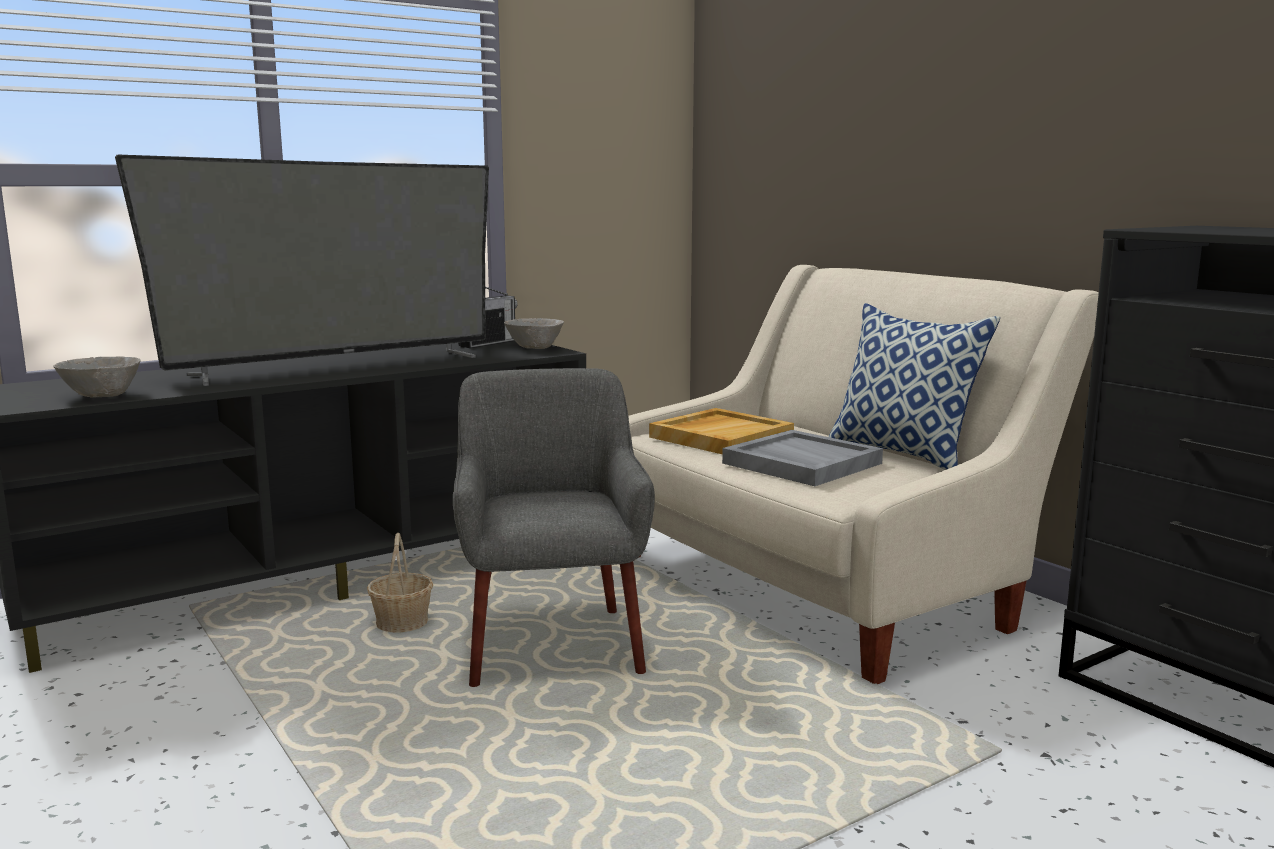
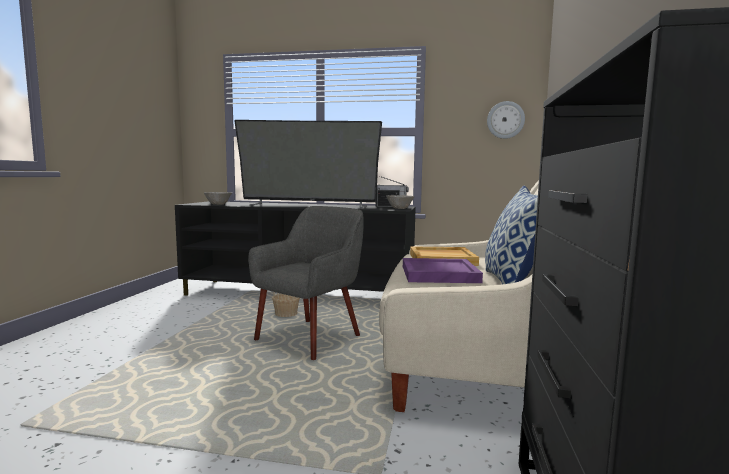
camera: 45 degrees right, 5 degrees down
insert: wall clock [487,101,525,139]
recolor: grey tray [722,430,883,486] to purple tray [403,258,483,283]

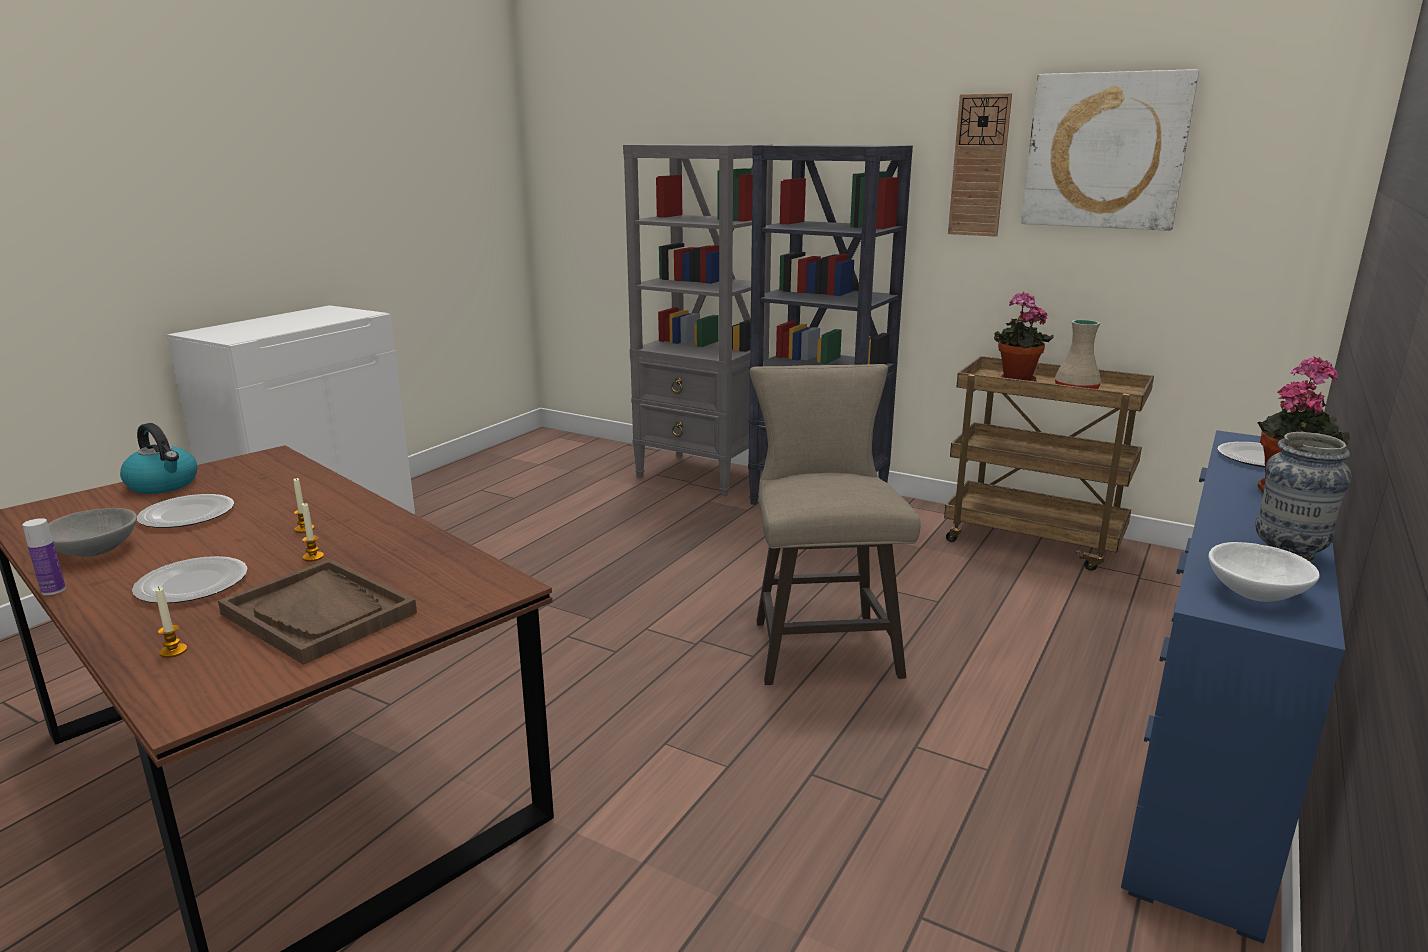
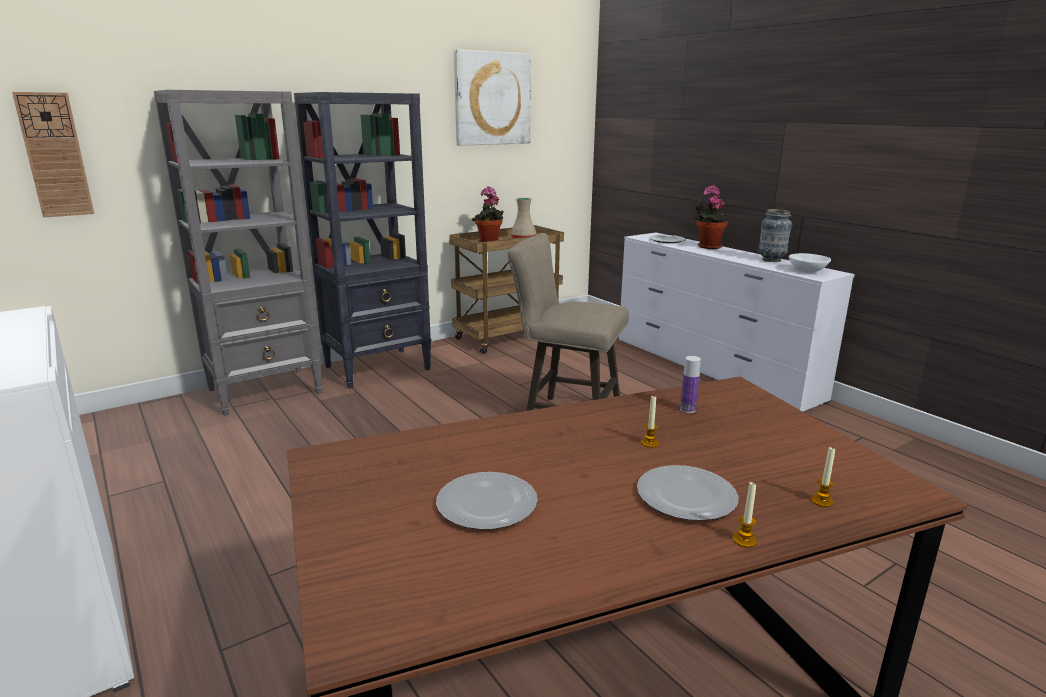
camera: 65 degrees left, 0 degrees up
delete: grey bowl [48,508,137,557]; kettle [120,423,197,494]; brown tray [218,559,417,665]
move: wall clock [948,93,1012,237] to [12,92,94,218]; bottle [22,518,66,595] to [680,356,701,413]; candle [293,478,315,533] to [733,482,757,548]
recolor: blue dresser [1121,430,1345,944] to white dresser [619,232,855,413]

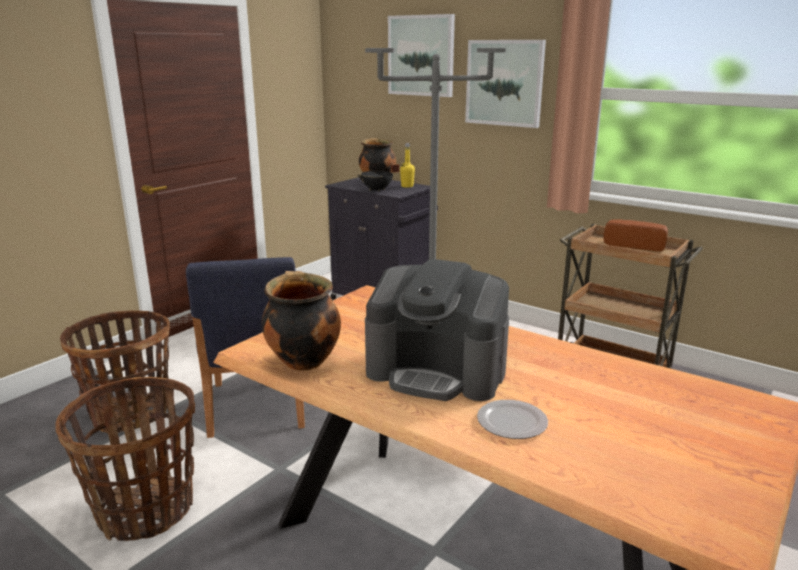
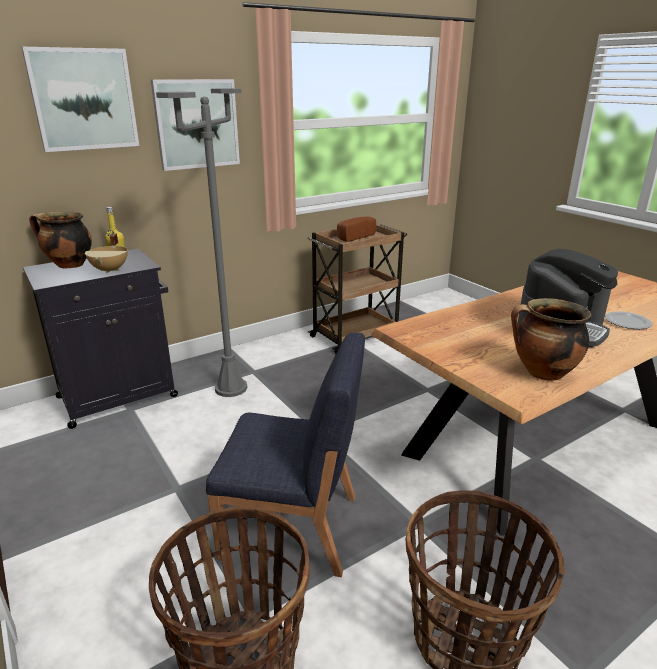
camera: 70 degrees left, 5 degrees up
recolor: black cooking pot [357,164,399,192] to beige cooking pot [85,234,128,274]

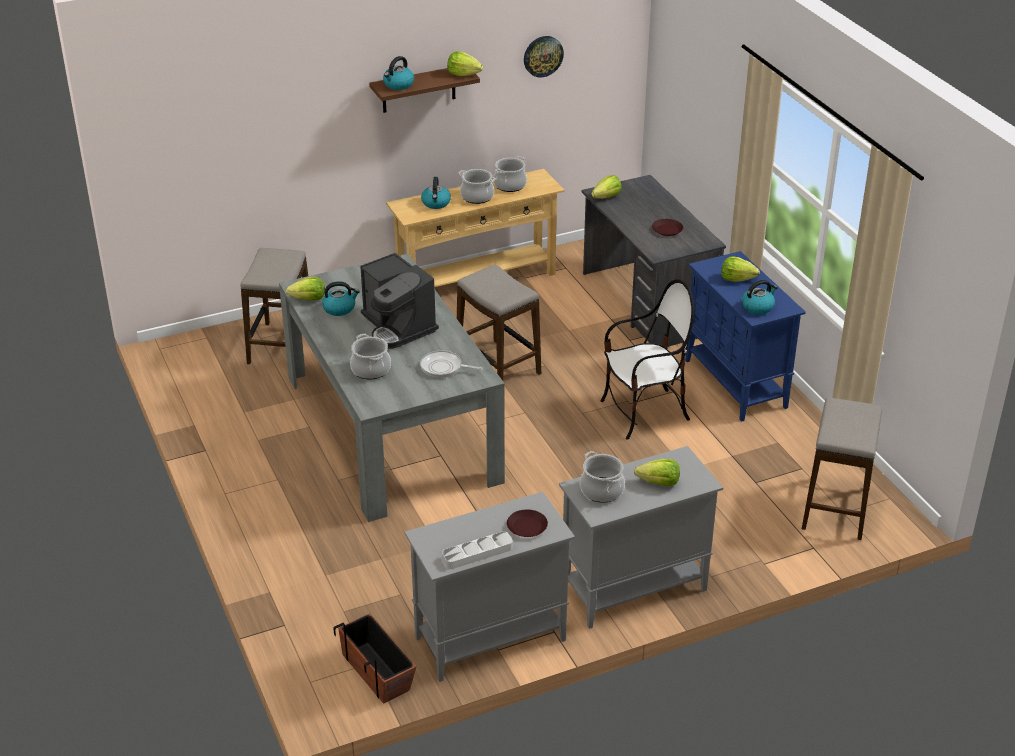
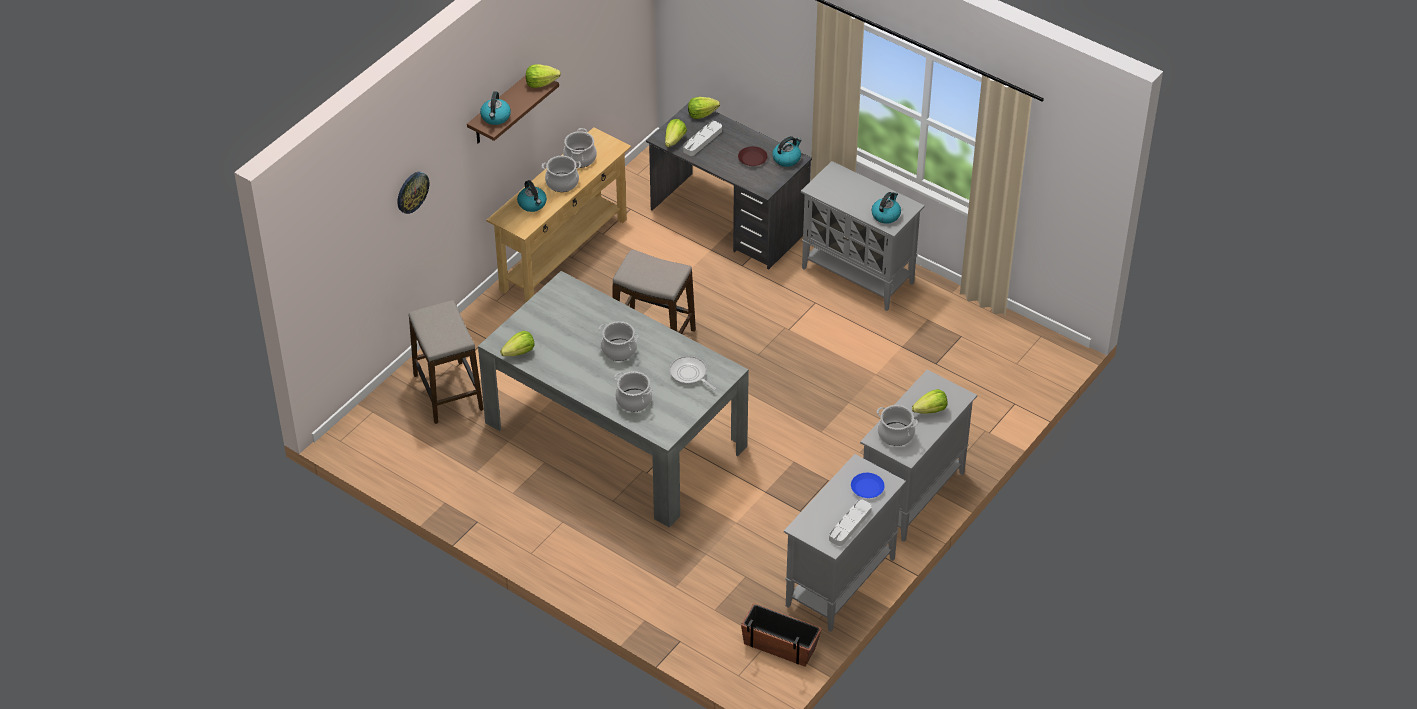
camera: 30 degrees left, 10 degrees up
delete: chair [601,279,694,440]; stool [802,397,882,540]
insert: grey tray [683,121,722,156]
move: wall clock [524,36,564,77] to [398,172,429,214]; lettuce [721,256,760,282] to [688,97,720,119]; kettle [322,281,360,316] to [772,136,802,167]
replace: coffee machine [360,253,439,349] to cooking pot [599,321,639,361]
recolor: blue cabinet [685,251,806,422] to grey cabinet [801,161,925,311]; brown plate [507,510,548,537] to blue plate [851,473,885,498]
rotate: frying pan [420,350,483,378] = [669,356,716,390] 60 degrees clockwise

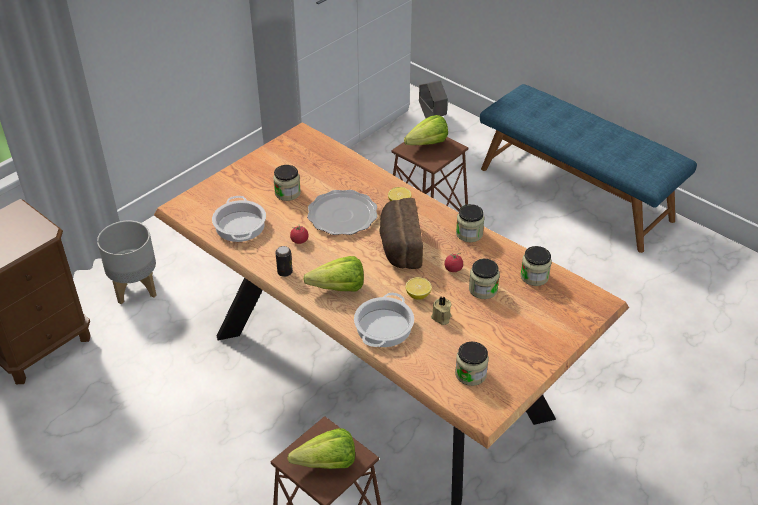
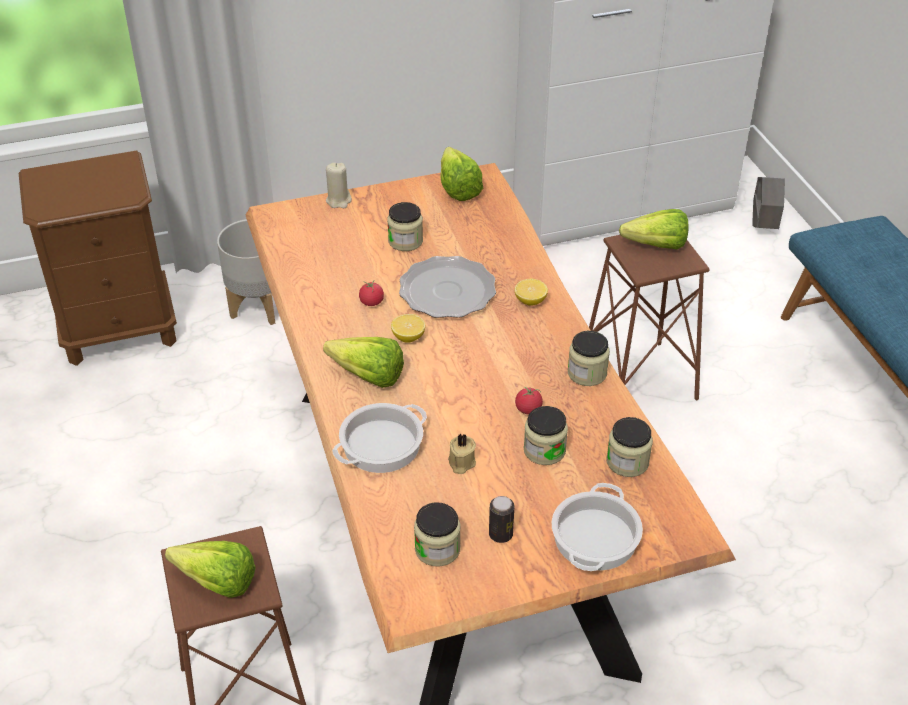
camera: 30 degrees right, 0 degrees up
delete: bread [380,198,423,269]
insert: beige candle [326,162,352,208]; lettuce [440,147,483,201]
move: lemon [405,277,432,300] to [391,314,425,343]; can [275,246,293,277] to [489,496,515,543]; cooking pot [212,196,266,242] to [552,483,643,571]

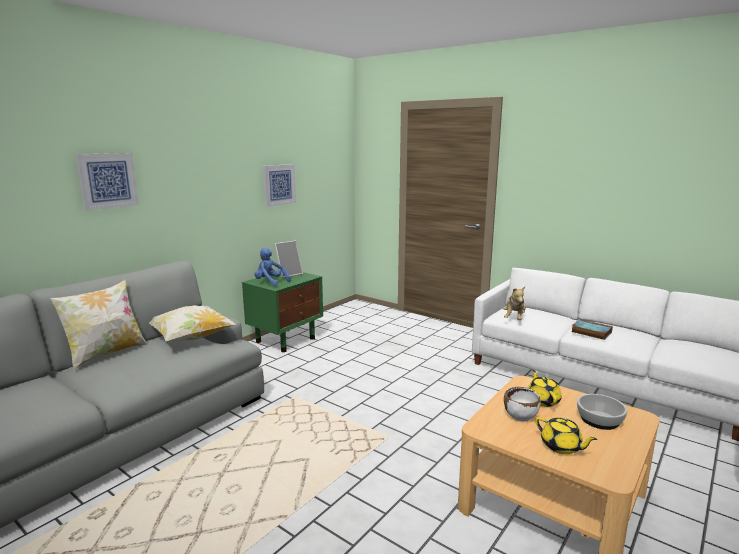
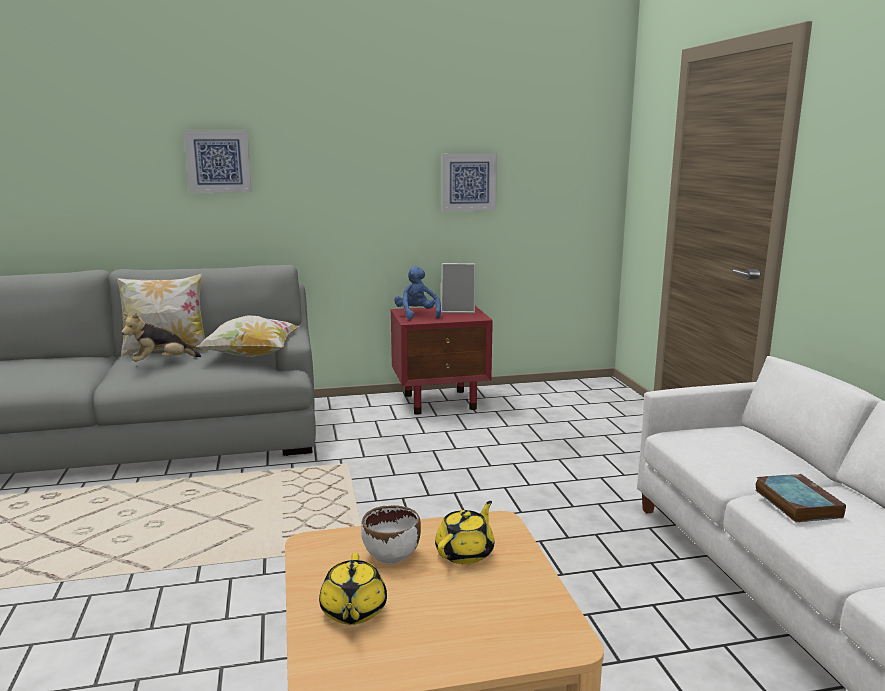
camera: 40 degrees right, 0 degrees up
delete: bowl [577,394,628,430]
move: plush toy [503,287,526,320] to [122,313,201,362]
recolor: green nightstand [242,272,323,352] to red nightstand [390,306,493,415]

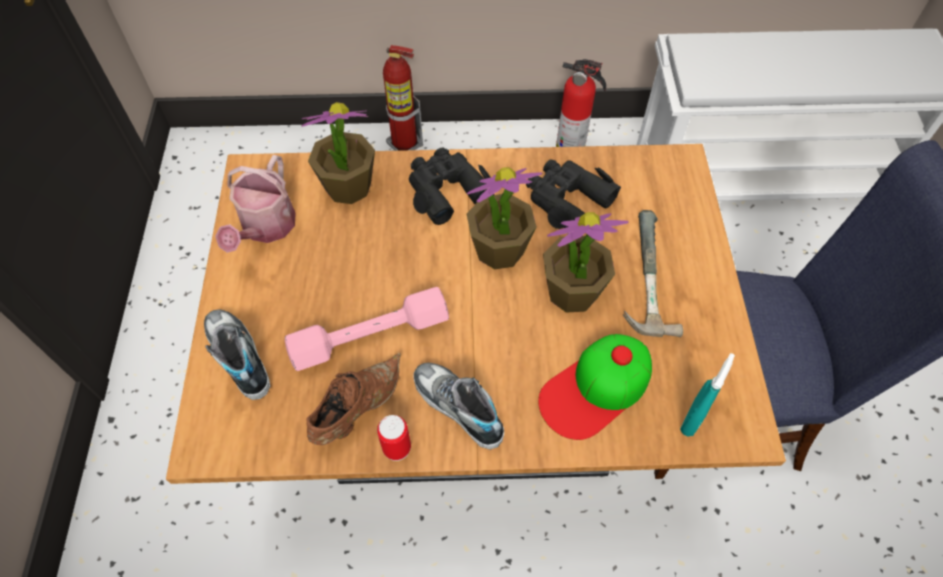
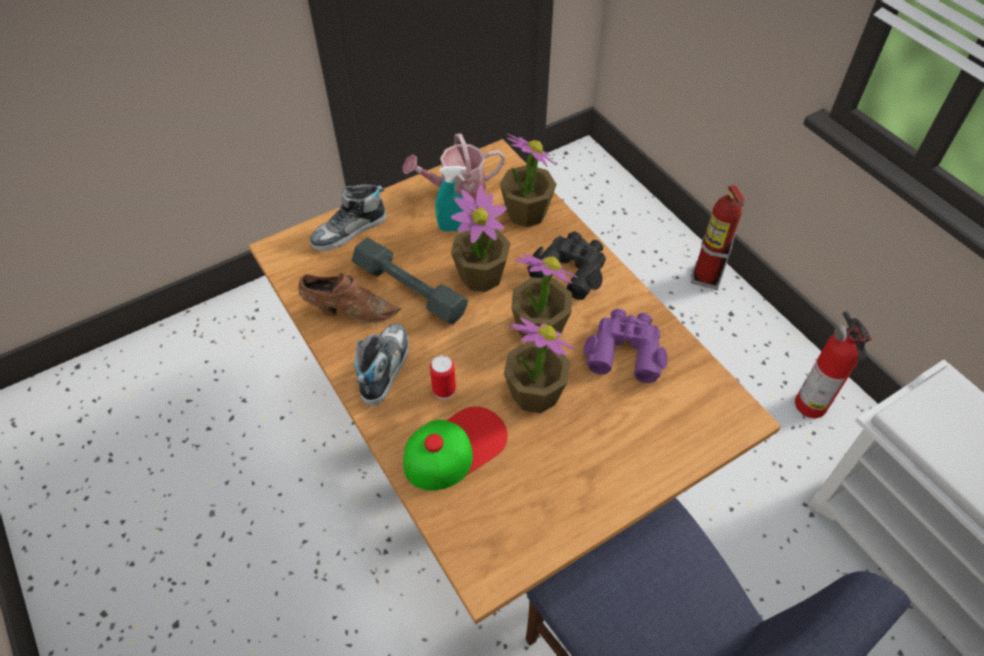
camera: 60 degrees right, 5 degrees down
delete: hammer [623,210,683,337]
insert: potted plant [451,185,511,292]
move: can [377,415,411,461] to [430,355,456,399]; turquoise spray bottle [680,353,735,437] to [435,166,466,231]
recolor: pink dumbbell [285,287,449,371] to grey dumbbell [352,238,468,325]; black binoculars [526,159,621,229] to purple binoculars [583,309,667,383]
rotate: shoe [204,310,271,400] = [310,184,386,251] 150 degrees counterclockwise; cap [538,334,652,440] = [403,407,508,491] 120 degrees clockwise

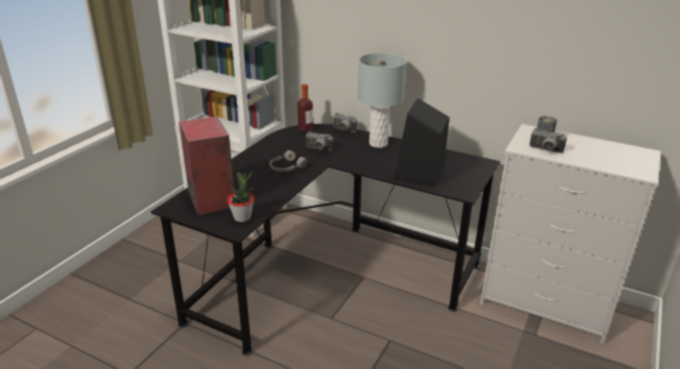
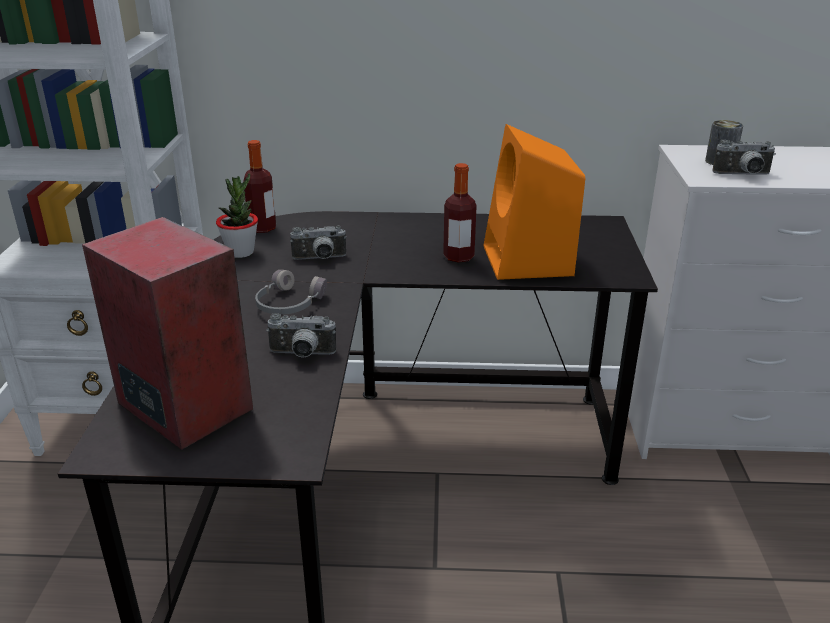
camera: 25 degrees left, 0 degrees up
delete: grey table lamp [358,53,407,148]
insert: bottle [443,163,477,263]
move: potted plant [227,172,254,222] to [216,173,258,258]; photo camera [333,113,358,132] to [266,313,336,358]
recolor: black speaker [394,98,449,186] to orange speaker [484,124,585,280]

